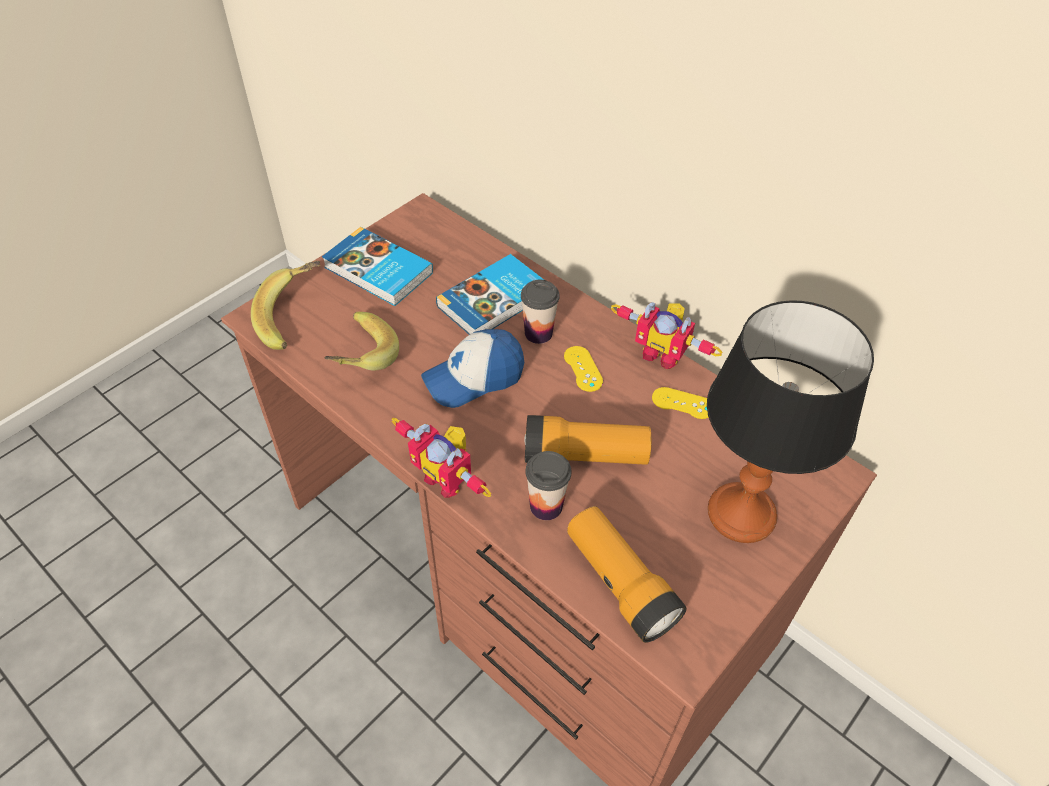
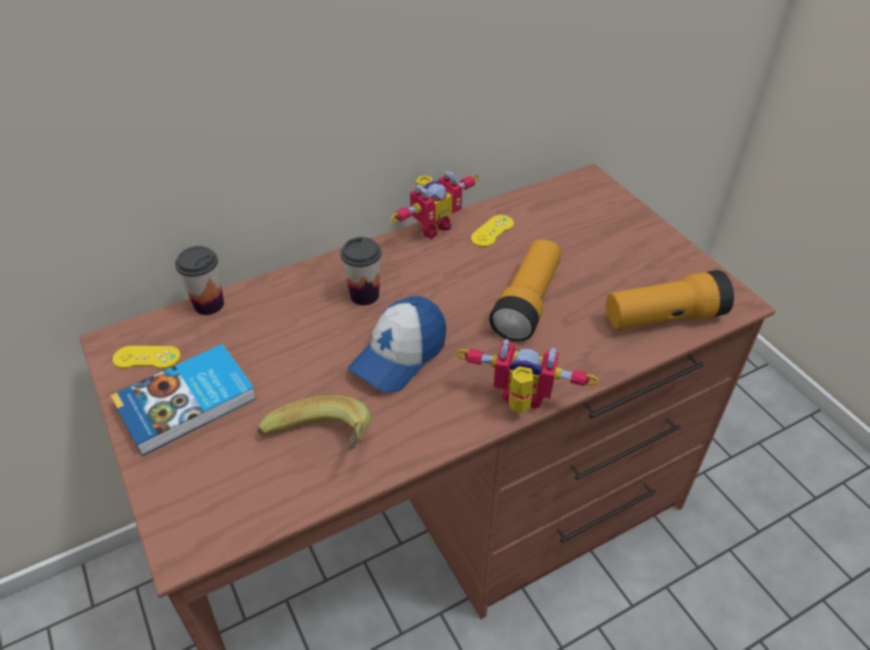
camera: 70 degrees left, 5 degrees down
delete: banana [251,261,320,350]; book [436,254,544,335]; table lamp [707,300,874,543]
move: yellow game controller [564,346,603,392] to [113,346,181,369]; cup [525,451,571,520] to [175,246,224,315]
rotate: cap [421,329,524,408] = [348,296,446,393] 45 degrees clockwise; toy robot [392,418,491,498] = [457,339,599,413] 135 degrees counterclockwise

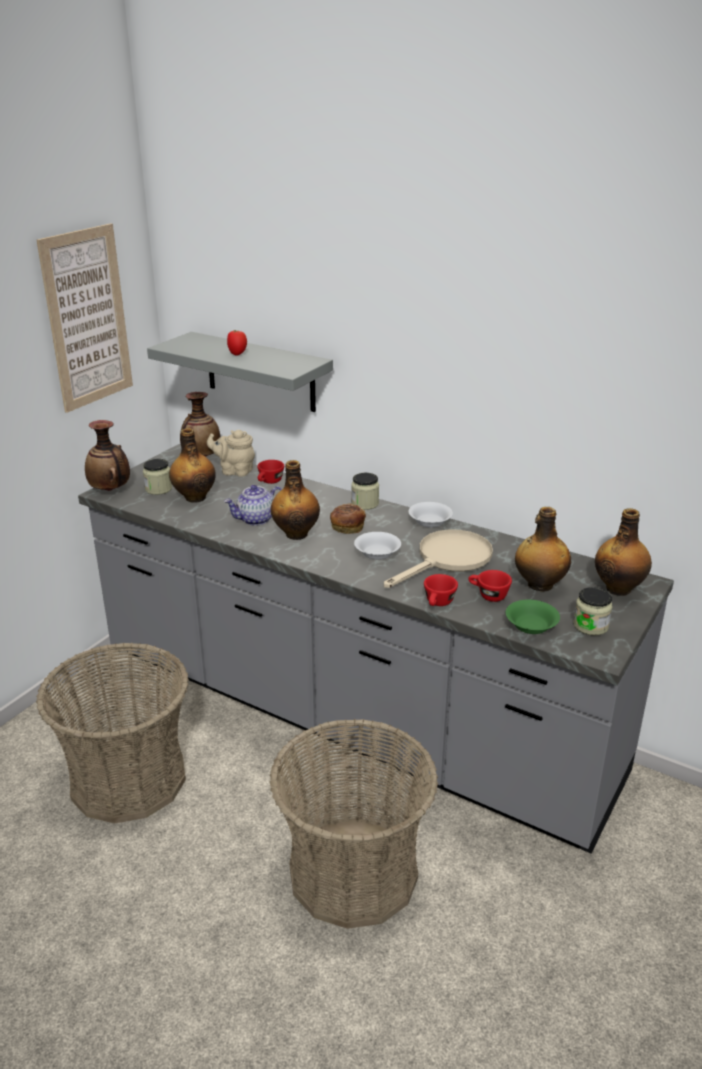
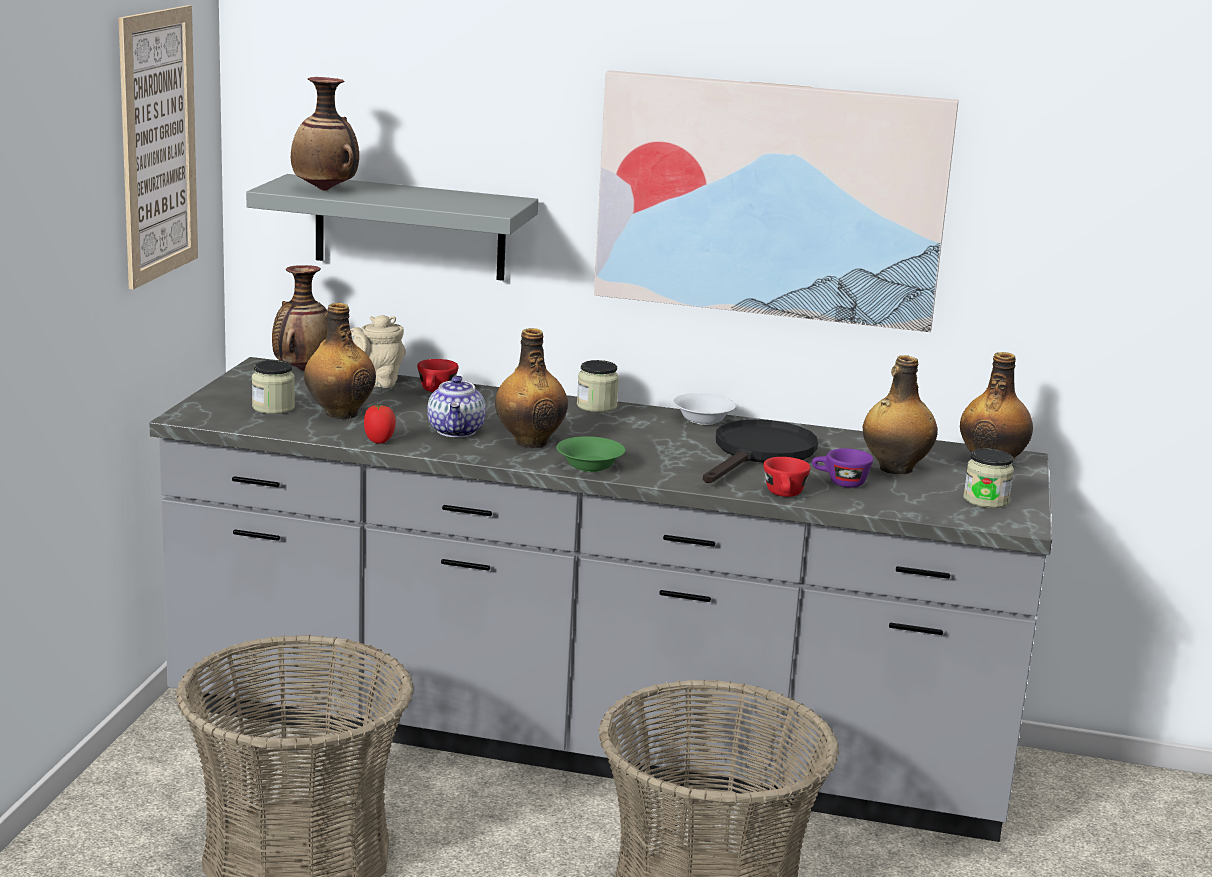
camera: 20 degrees left, 10 degrees down
delete: bread [330,503,366,534]; white bowl [354,532,401,560]
insert: picture [594,70,959,332]
move: vase [85,420,130,491] to [291,77,359,191]; tomato [227,330,247,356] to [364,404,396,444]; green bowl [506,600,560,634] to [557,436,626,472]
recolor: beige frying pan [384,529,493,588] to black frying pan [703,419,818,483]; red cup [468,570,512,602] to purple cup [812,448,873,488]
rotate: teapot [224,485,282,526] = [427,376,486,437] 45 degrees counterclockwise

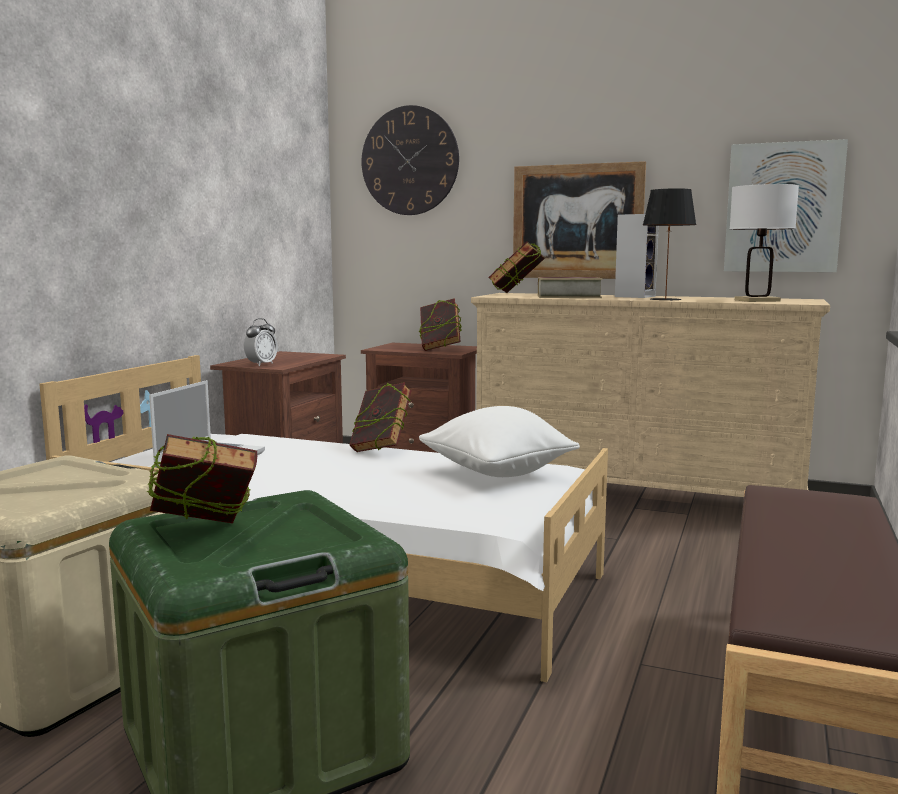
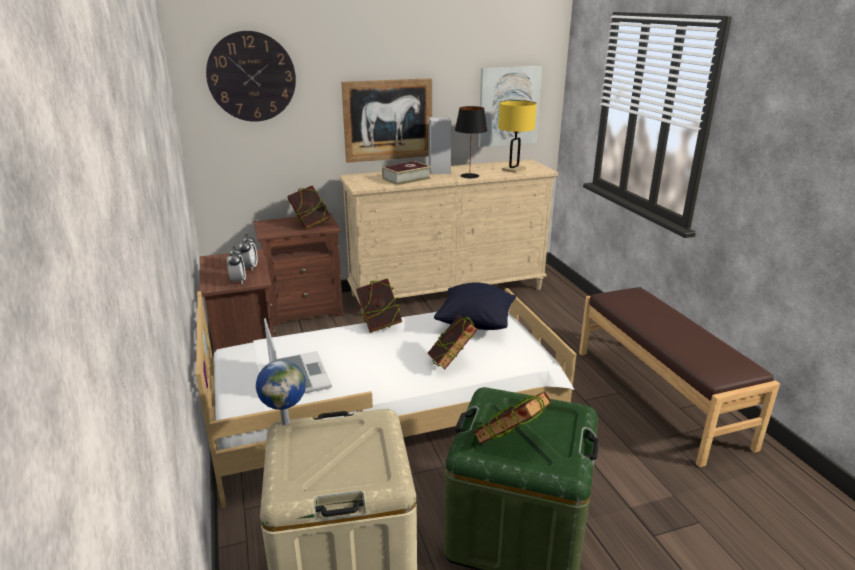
camera: 40 degrees left, 15 degrees up
insert: alarm clock [238,234,258,270]; globe [256,360,306,425]
move: book [488,241,545,293] to [427,315,478,370]
recolor: white pillow [419,406,580,477] to black pillow [434,282,516,330]; white table lamp [730,184,799,302] to yellow table lamp [498,100,537,173]

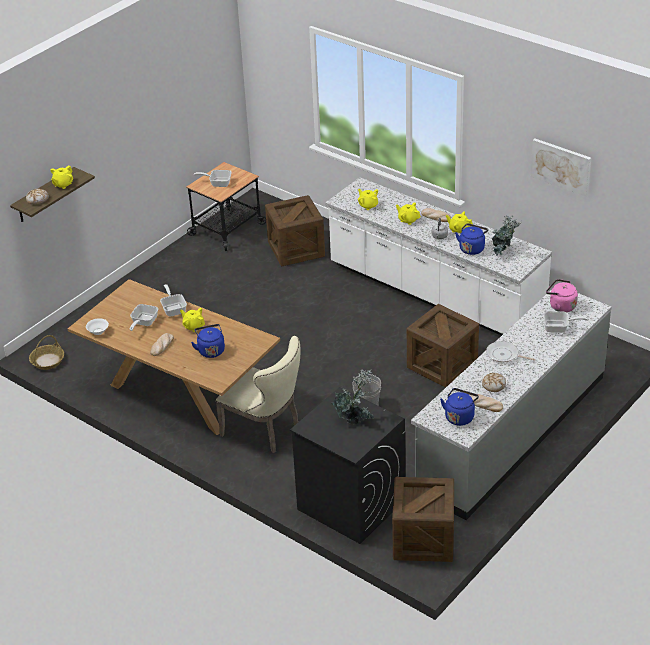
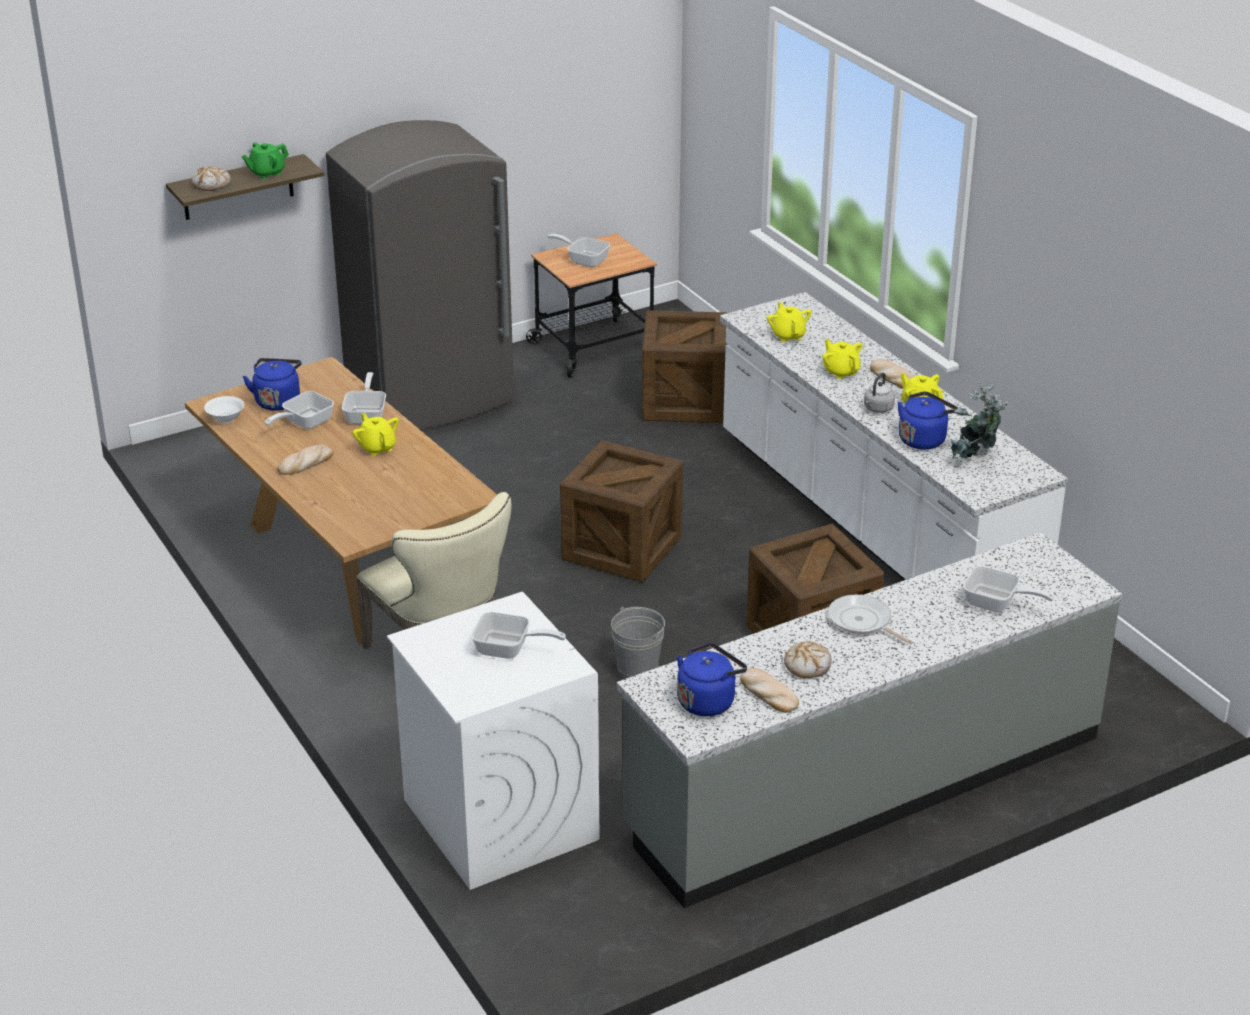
camera: 20 degrees right, 5 degrees down
delete: basket [29,335,64,370]; picture [531,139,591,197]; pink kettle [546,279,578,312]
insert: grey fridge [326,120,514,430]
move: blue kettle [191,324,225,358] to [243,358,302,411]; crate [392,477,454,562] to [560,440,683,582]
replace: potted plant [332,369,374,424] to frying pan [471,612,566,659]
recolor: yellow teapot [50,165,73,189] to green teapot [242,142,289,179]; black washing machine [290,387,405,544] to white washing machine [387,592,600,890]

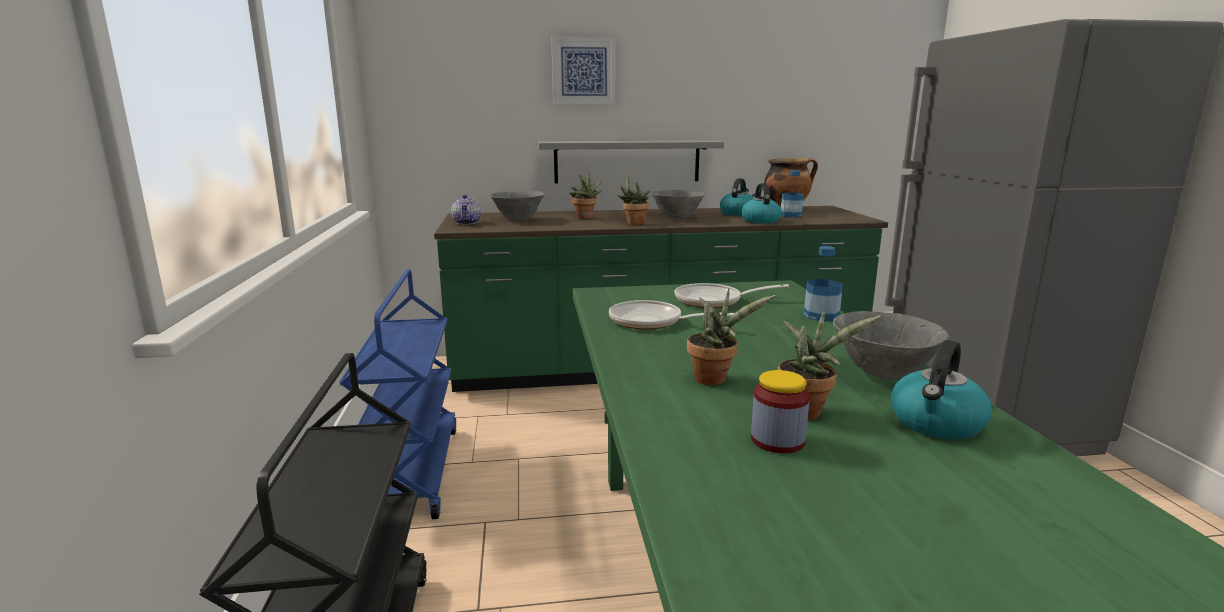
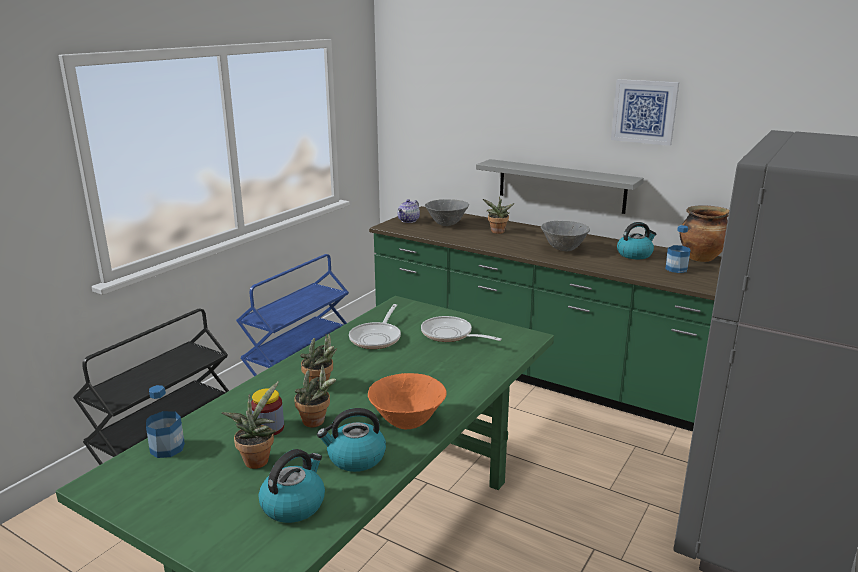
camera: 40 degrees right, 5 degrees up
move: bottle [804,246,843,321] to [146,385,185,458]; potted plant [617,173,650,225] to [222,381,279,469]; kettle [741,183,782,224] to [259,449,325,523]; picture [551,37,615,104] to [611,79,679,146]
recolor: grey bowl [833,311,949,380] to orange bowl [368,373,447,430]
rotate: frying pan [609,300,735,330] = [349,304,401,349] 135 degrees counterclockwise

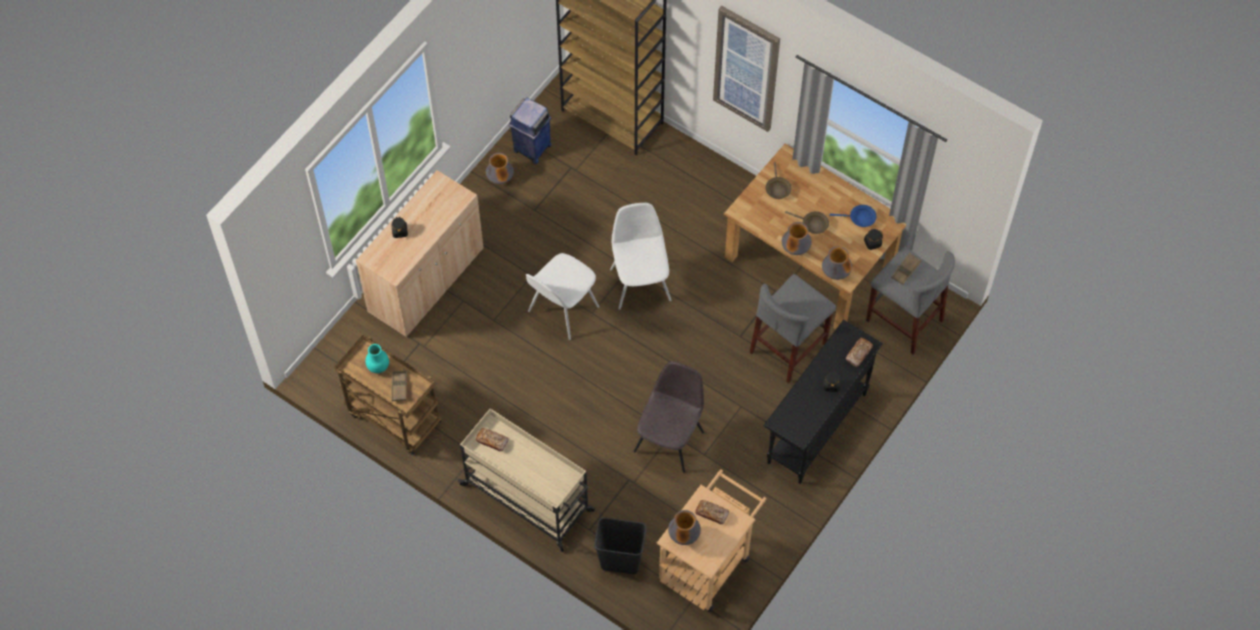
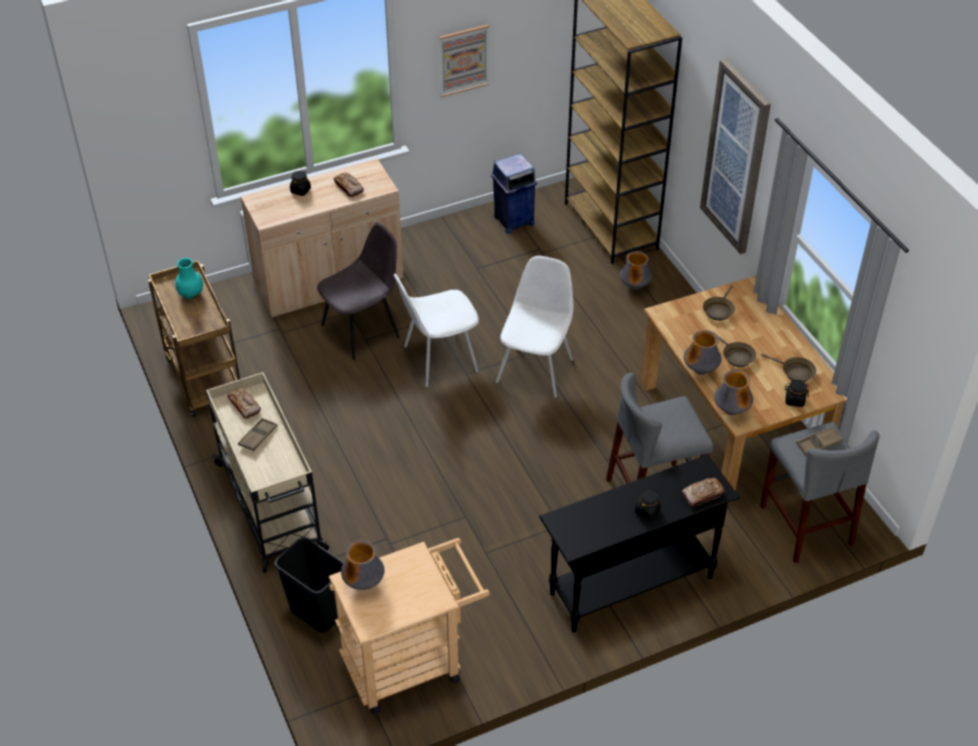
camera: 30 degrees right, 15 degrees down
insert: picture [439,24,489,97]
move: brown tray [391,371,407,401] to [238,418,278,451]; grey chair [633,362,704,473] to [317,223,400,360]; bread [695,500,729,524] to [334,173,364,197]; vase [486,153,514,184] to [620,251,652,290]
recolor: blue frying pan [830,205,876,227] to brown frying pan [761,353,816,382]

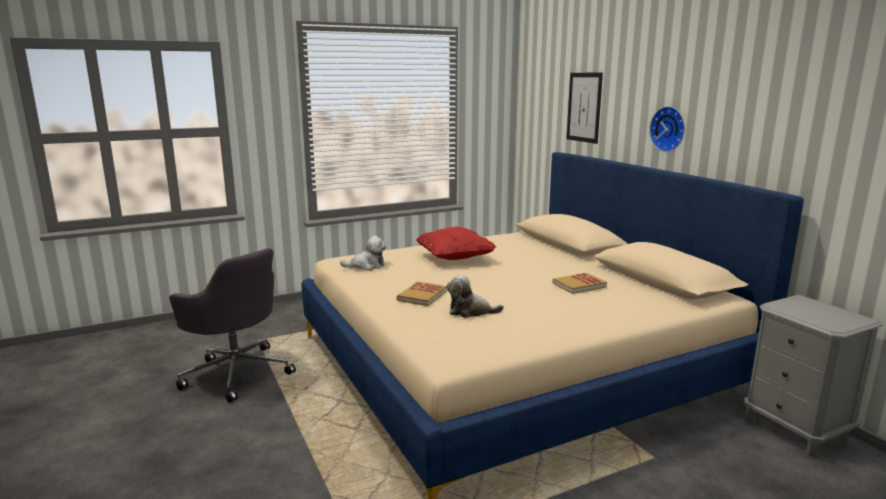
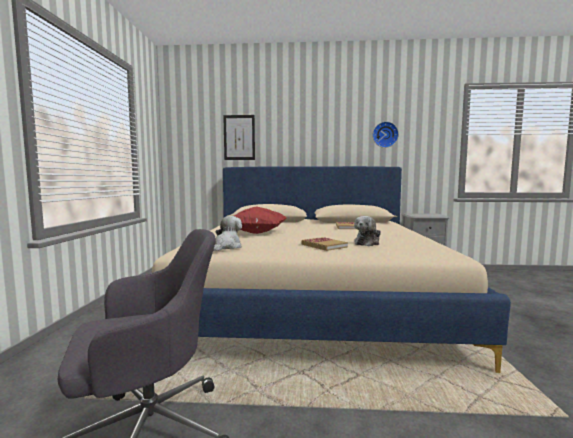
camera: 60 degrees left, 10 degrees down
move: wall clock [649,106,685,152] to [373,122,399,148]

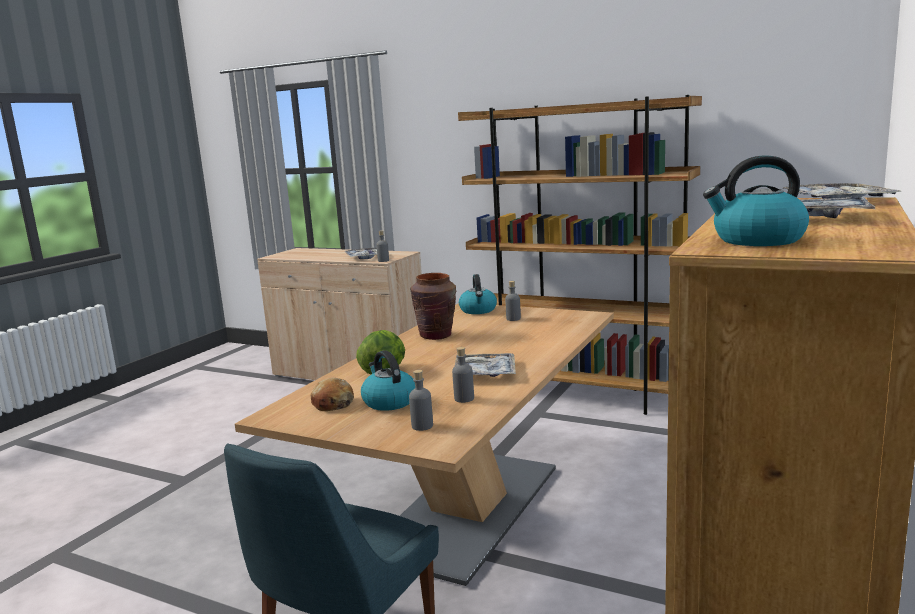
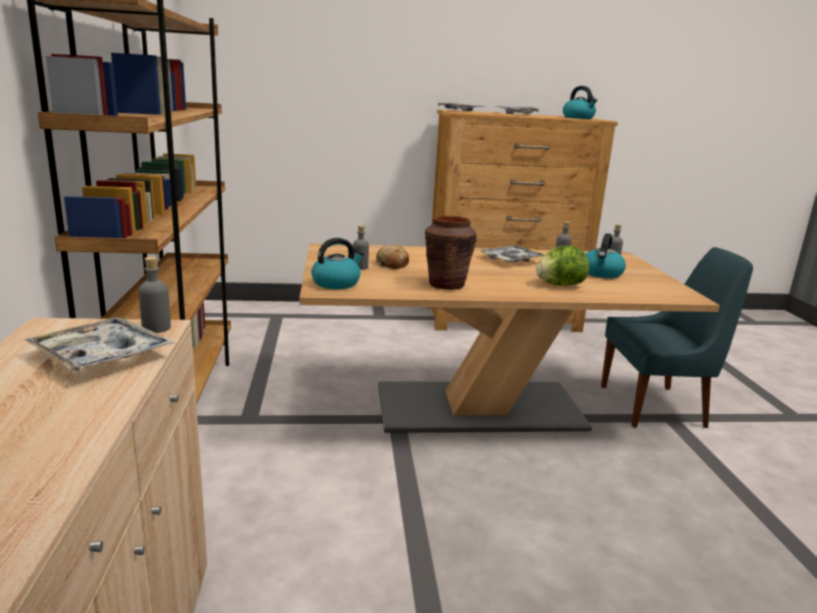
camera: 125 degrees left, 5 degrees up
move: bread [311,378,354,411] to [376,244,409,269]

